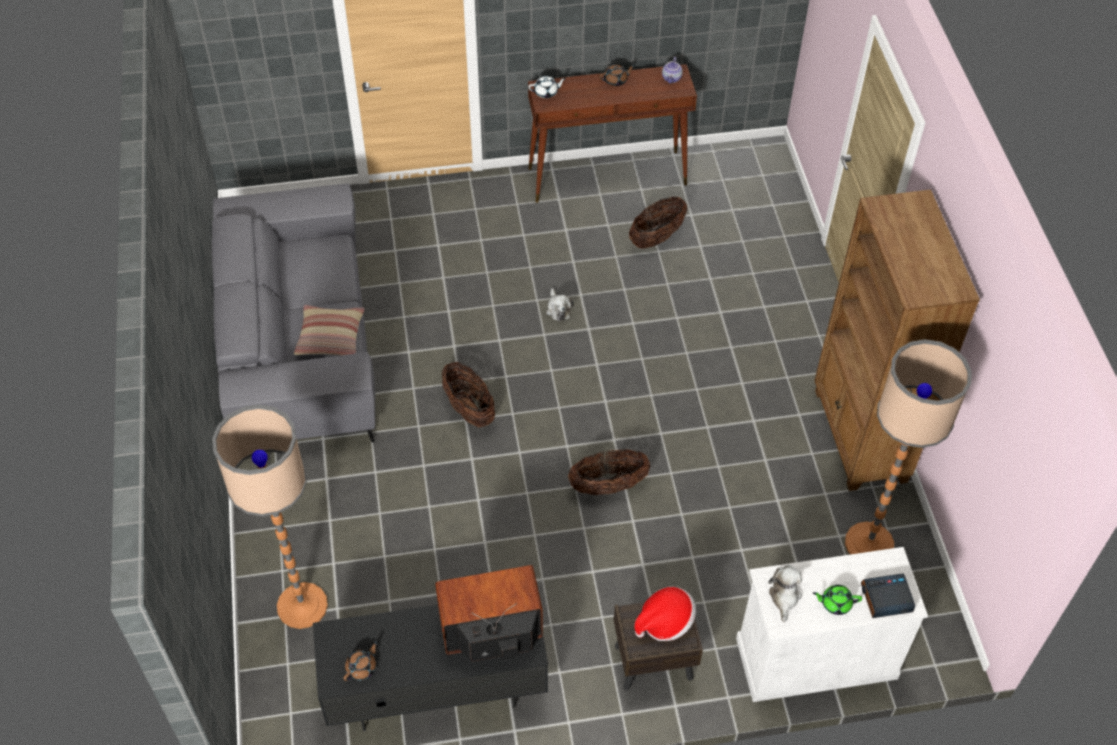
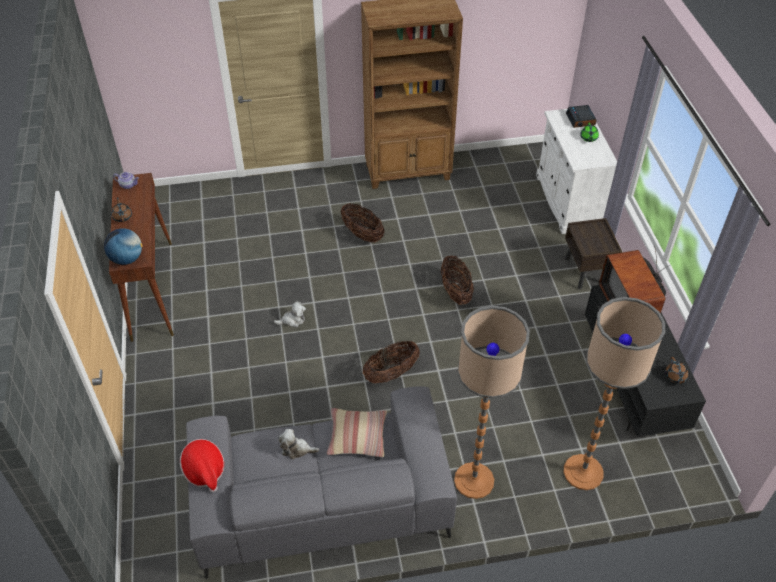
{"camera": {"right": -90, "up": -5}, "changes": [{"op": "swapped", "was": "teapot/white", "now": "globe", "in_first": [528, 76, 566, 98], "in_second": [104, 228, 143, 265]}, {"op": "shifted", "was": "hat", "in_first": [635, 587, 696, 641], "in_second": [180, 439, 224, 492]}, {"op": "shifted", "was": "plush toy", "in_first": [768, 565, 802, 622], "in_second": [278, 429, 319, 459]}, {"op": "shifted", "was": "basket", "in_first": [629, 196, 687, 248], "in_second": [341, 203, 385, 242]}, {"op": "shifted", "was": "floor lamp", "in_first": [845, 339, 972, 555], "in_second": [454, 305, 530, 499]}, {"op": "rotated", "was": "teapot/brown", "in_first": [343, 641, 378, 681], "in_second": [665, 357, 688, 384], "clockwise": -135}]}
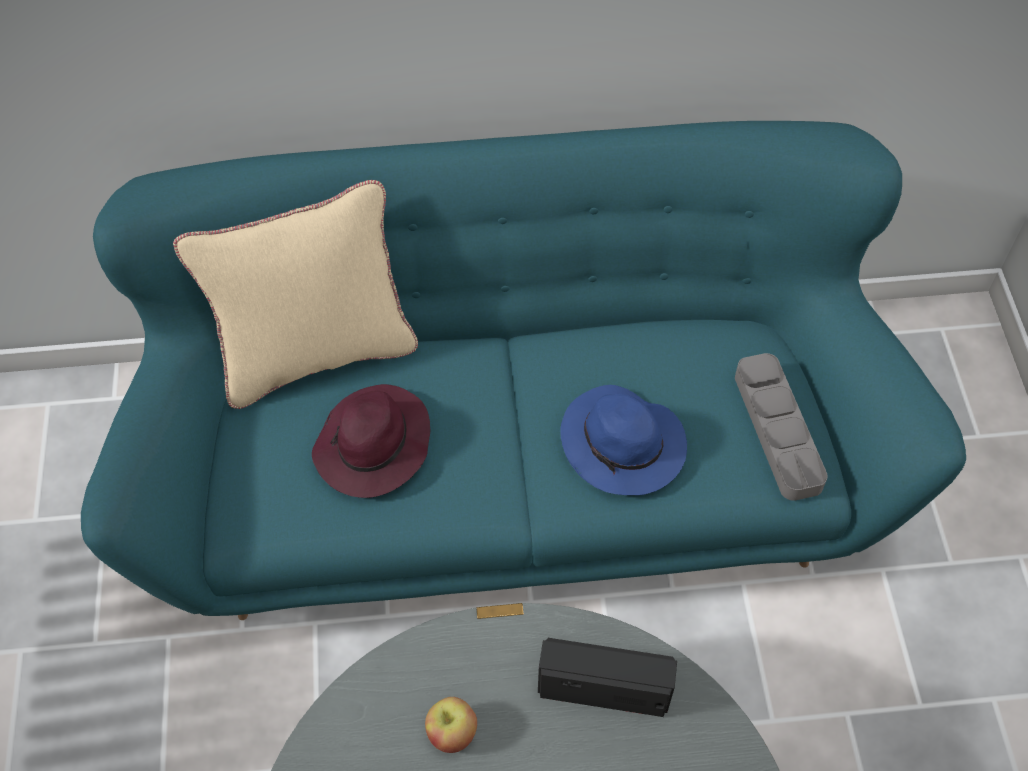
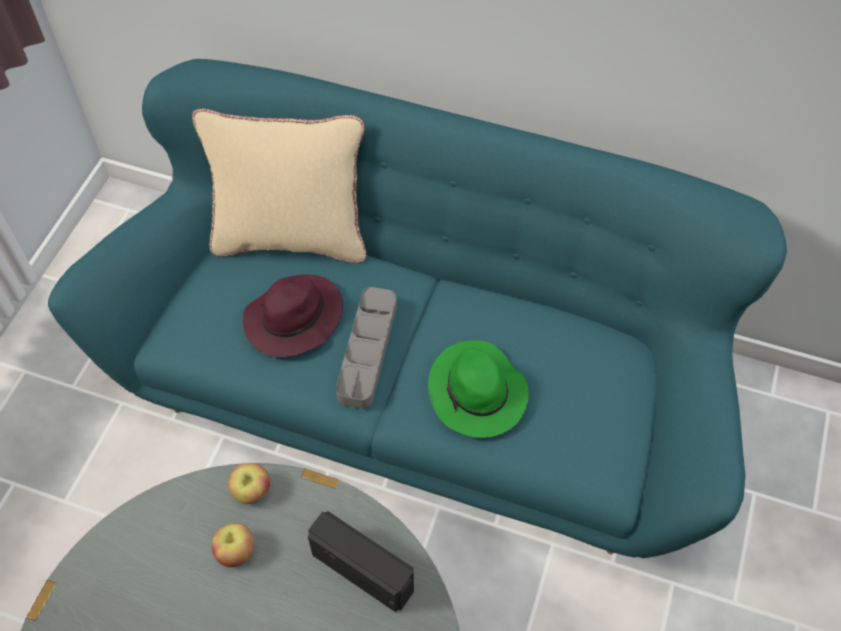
{"camera": {"right": 25, "up": 0}, "changes": [{"op": "new", "now": "apple", "in_second": [228, 463, 270, 504]}, {"op": "shifted", "was": "tray/grey", "in_first": [735, 353, 828, 501], "in_second": [336, 287, 397, 409]}, {"op": "repainted", "was": "hat/blue", "now": "hat/green", "in_first": [561, 385, 687, 495], "in_second": [428, 341, 529, 438]}]}
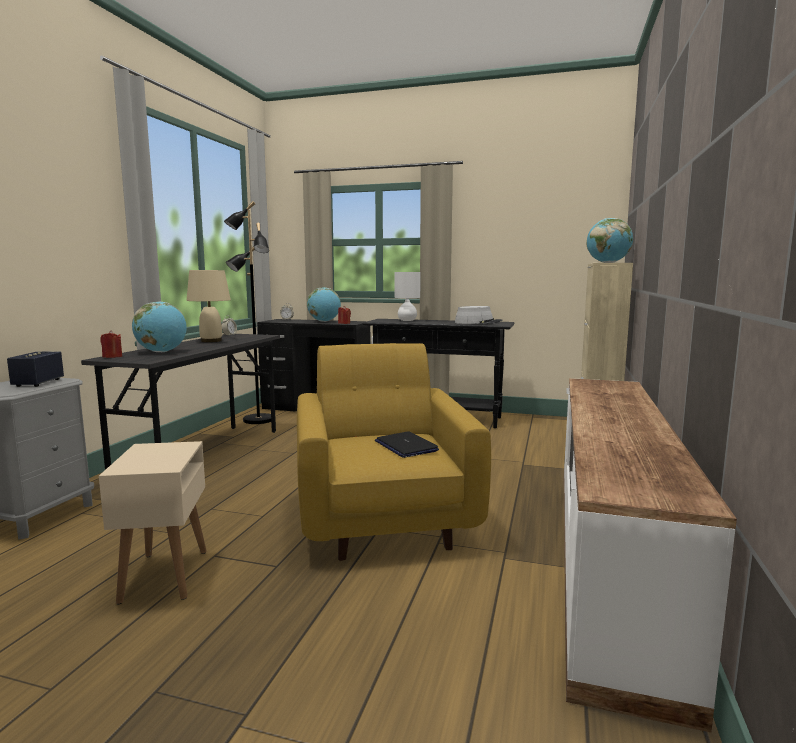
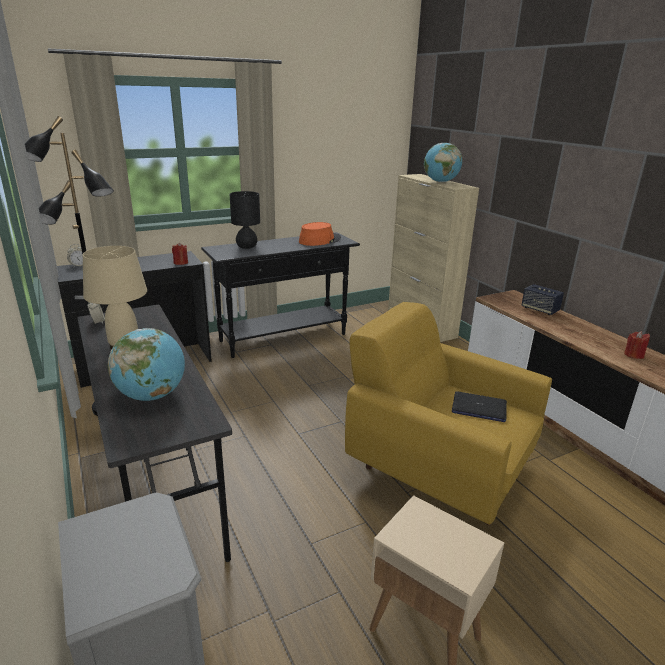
{"camera": {"right": -45, "up": 15}, "changes": [{"op": "repainted", "was": "table lamp/white", "now": "table lamp/black", "in_first": [394, 272, 421, 321], "in_second": [230, 191, 260, 249]}, {"op": "repainted", "was": "hat/grey", "now": "hat/orange", "in_first": [455, 306, 502, 324], "in_second": [299, 222, 341, 246]}, {"op": "shifted", "was": "speaker", "in_first": [7, 352, 64, 387], "in_second": [522, 284, 564, 315]}, {"op": "shifted", "was": "candle/red", "in_first": [100, 331, 122, 358], "in_second": [624, 331, 650, 359]}, {"op": "gone", "was": "globe", "in_first": [307, 287, 341, 322]}]}
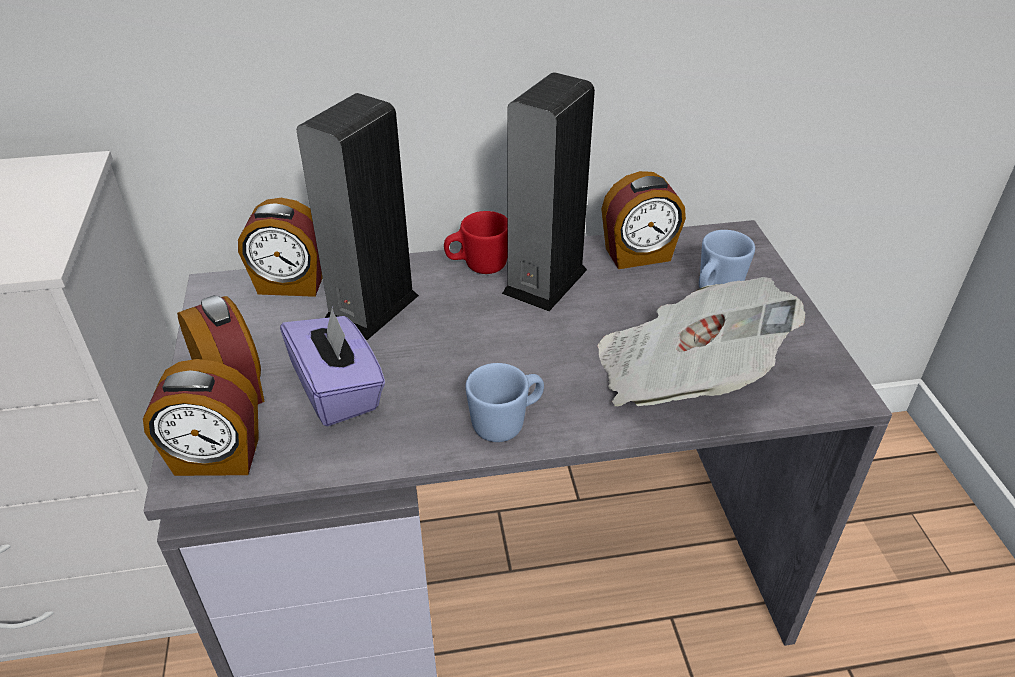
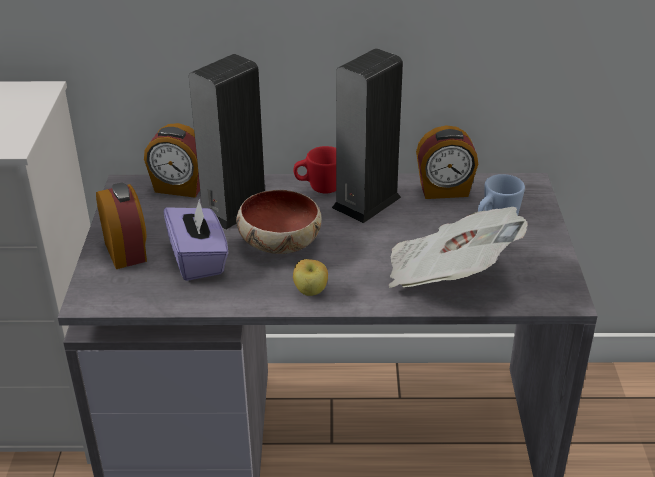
{"camera": {"right": 10, "up": -5}, "changes": [{"op": "new", "now": "bowl", "in_second": [236, 190, 322, 254]}, {"op": "swapped", "was": "mug/blue", "now": "apple", "in_first": [466, 363, 544, 442], "in_second": [293, 259, 328, 296]}, {"op": "gone", "was": "alarm clock", "in_first": [143, 359, 259, 476]}]}
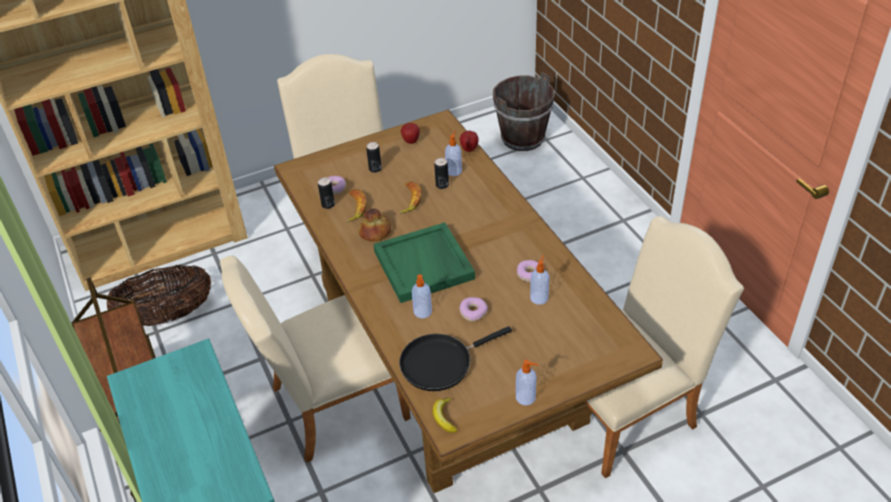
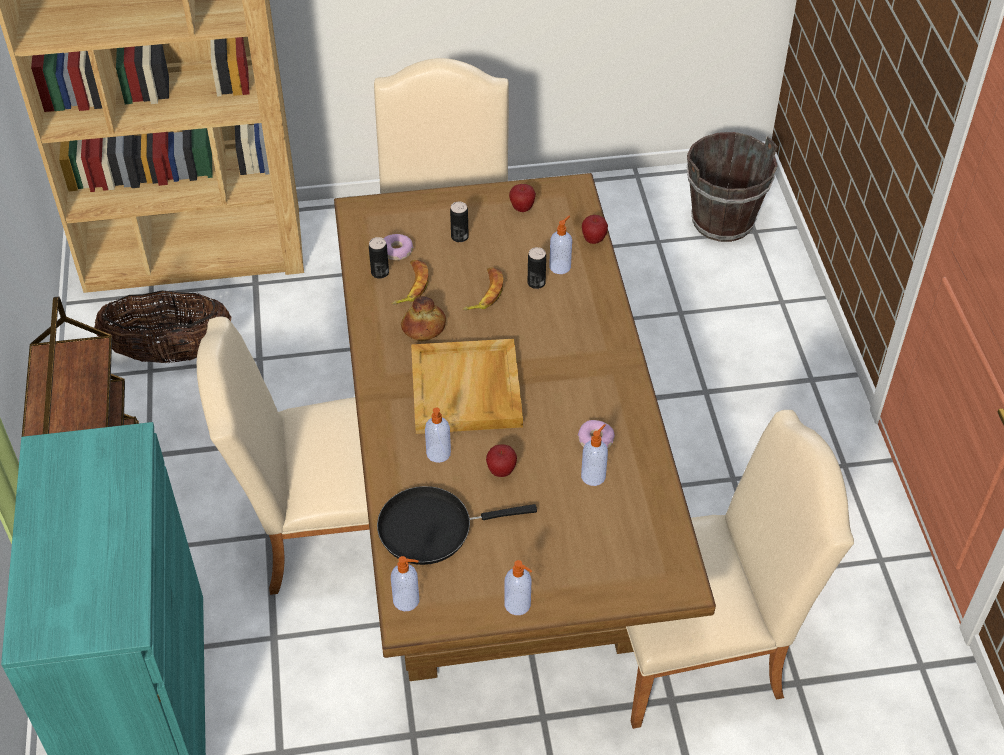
{"camera": {"right": 15, "up": 5}, "changes": [{"op": "swapped", "was": "banana", "now": "soap dispenser", "in_first": [433, 398, 457, 433], "in_second": [391, 556, 419, 611]}, {"op": "repainted", "was": "tray/green", "now": "tray/beige", "in_first": [373, 222, 475, 303], "in_second": [411, 339, 523, 434]}, {"op": "swapped", "was": "donut", "now": "apple", "in_first": [459, 297, 488, 321], "in_second": [486, 444, 517, 477]}]}
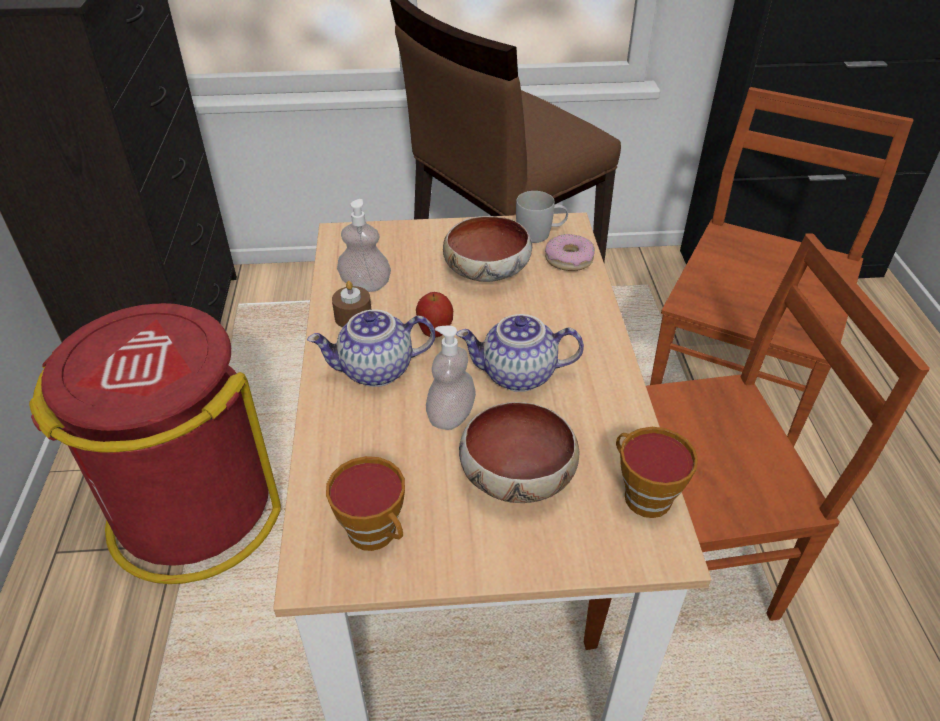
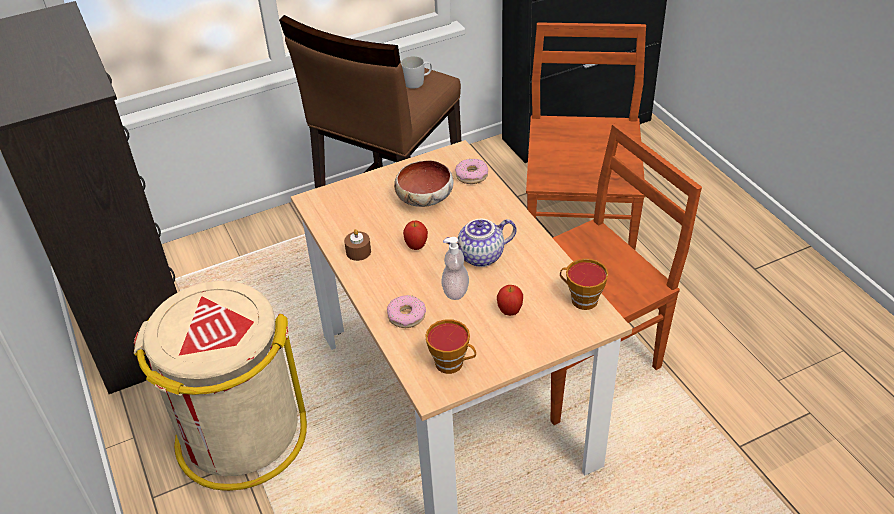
{"camera": {"right": -20, "up": 0}, "changes": [{"op": "repainted", "was": "trash can/red", "now": "trash can/beige", "in_first": [29, 303, 281, 584], "in_second": [134, 281, 307, 491]}, {"op": "new", "now": "donut", "in_second": [387, 295, 426, 328]}, {"op": "shifted", "was": "mug/white", "in_first": [516, 191, 568, 243], "in_second": [401, 56, 432, 89]}, {"op": "swapped", "was": "bowl", "now": "apple", "in_first": [459, 402, 580, 503], "in_second": [497, 285, 523, 316]}, {"op": "gone", "was": "teapot", "in_first": [307, 310, 435, 387]}, {"op": "gone", "was": "soap dispenser", "in_first": [337, 199, 391, 292]}]}
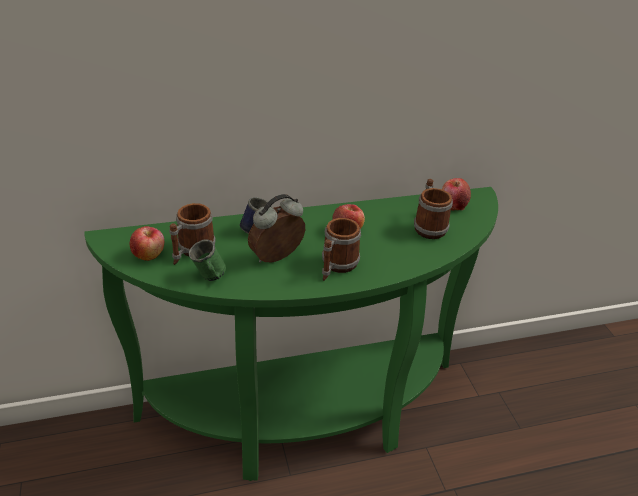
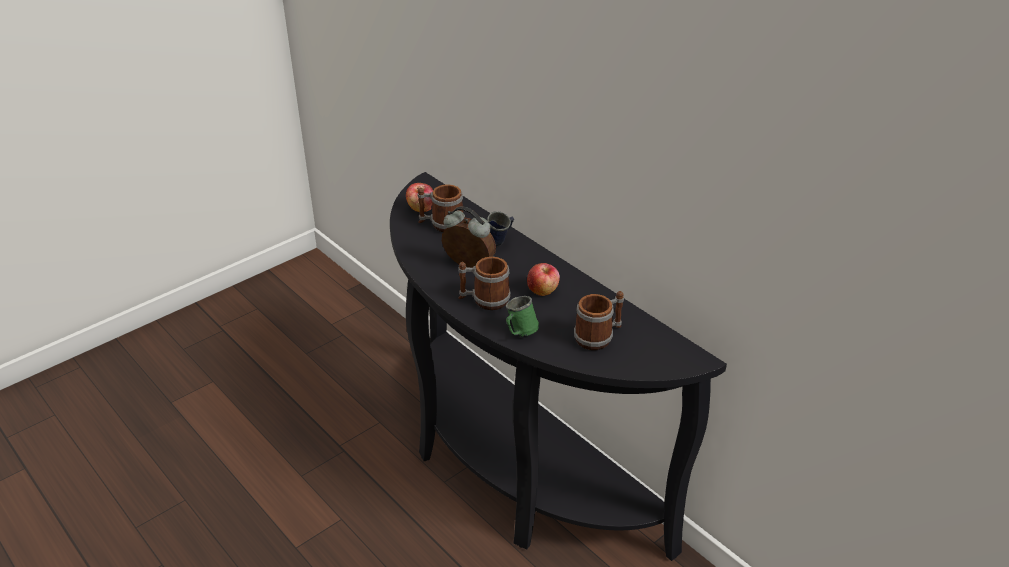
{"camera": {"right": 65, "up": 0}, "changes": [{"op": "repainted", "was": "console table/green", "now": "console table/black", "in_first": [84, 187, 498, 481], "in_second": [390, 172, 727, 561]}, {"op": "shifted", "was": "mug/green", "in_first": [189, 239, 226, 281], "in_second": [506, 296, 539, 337]}, {"op": "gone", "was": "apple", "in_first": [442, 178, 471, 211]}]}
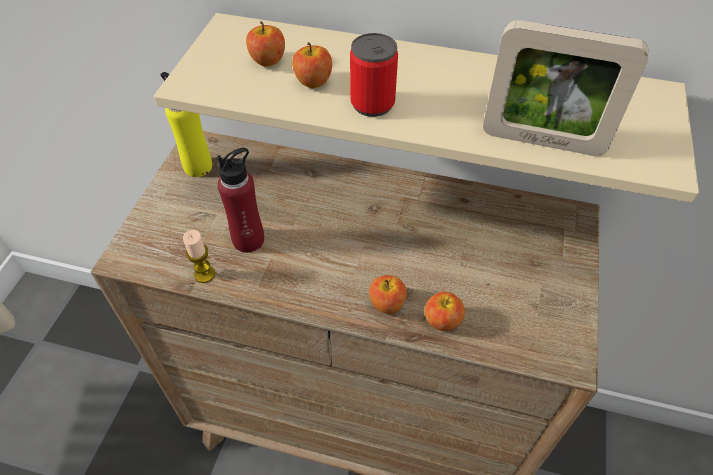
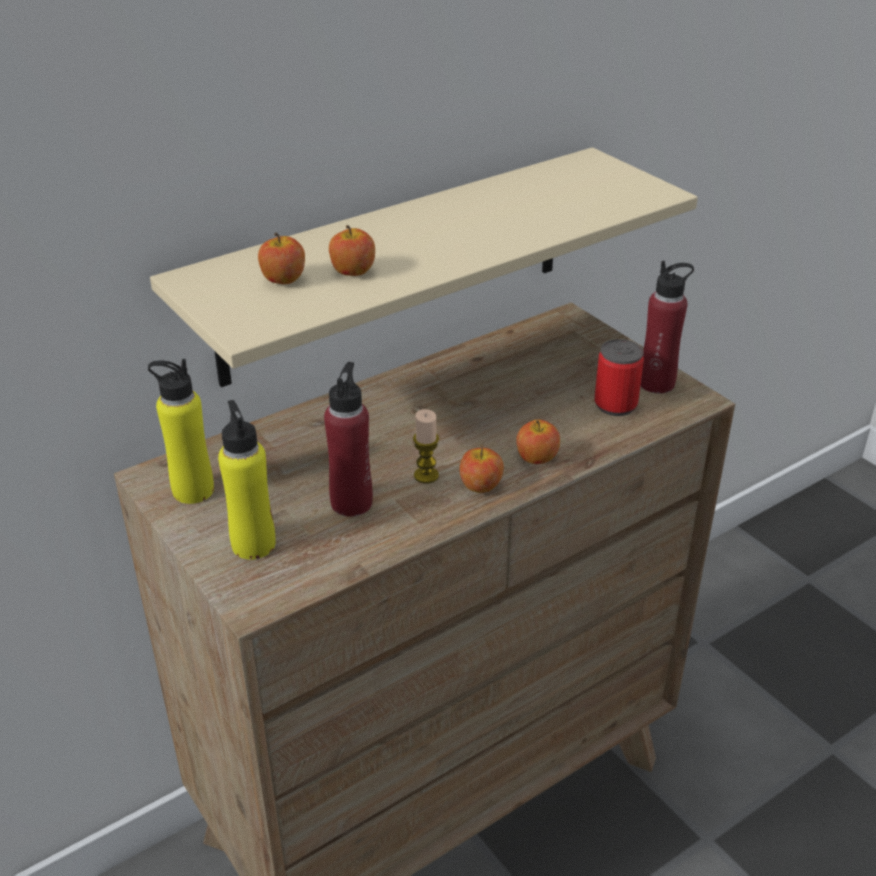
{"camera": {"right": -50, "up": -15}, "changes": [{"op": "new", "now": "bottle/yellow", "in_second": [218, 400, 275, 560]}, {"op": "shifted", "was": "candle", "in_first": [183, 230, 215, 283], "in_second": [413, 409, 439, 484]}, {"op": "shifted", "was": "apple", "in_first": [425, 292, 465, 331], "in_second": [460, 445, 504, 493]}, {"op": "shifted", "was": "can", "in_first": [350, 33, 398, 117], "in_second": [595, 339, 644, 416]}, {"op": "new", "now": "bottle/red", "in_second": [640, 261, 694, 393]}, {"op": "gone", "was": "picture frame", "in_first": [483, 20, 648, 156]}]}
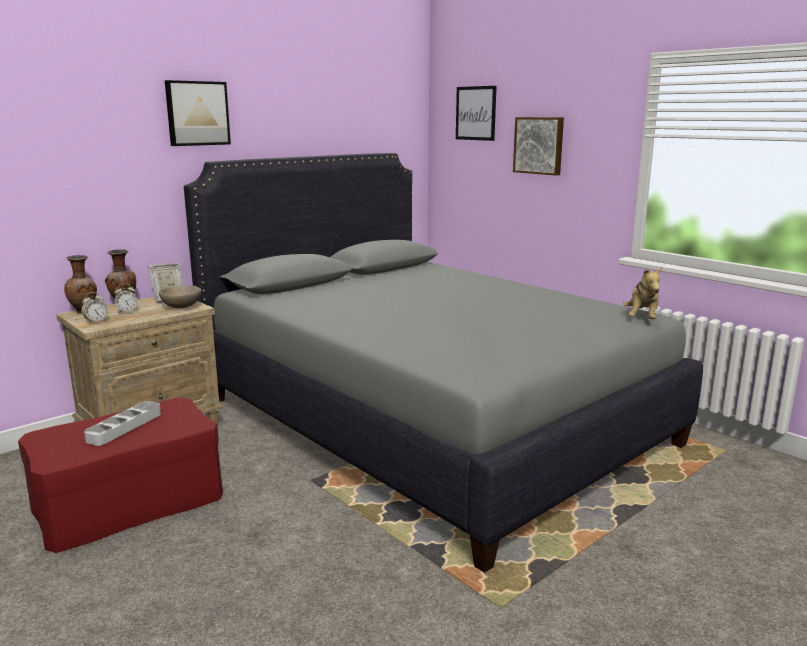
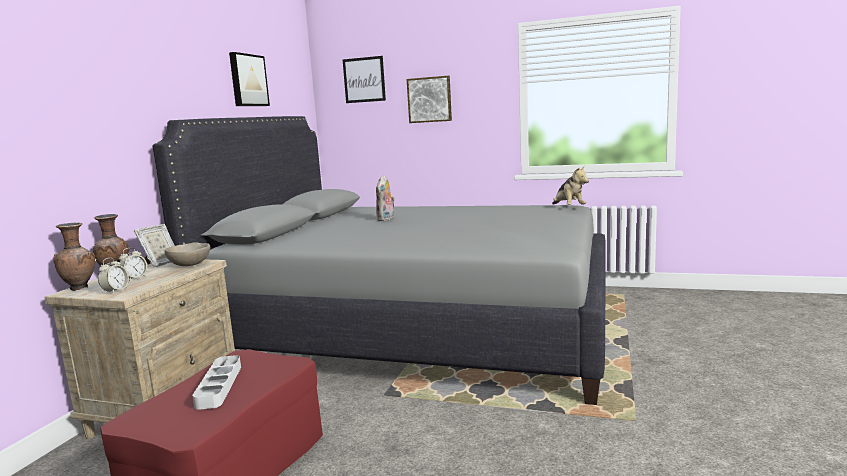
{"camera": {"right": -30, "up": -5}, "changes": [{"op": "shifted", "was": "picture", "in_first": [165, 80, 231, 146], "in_second": [229, 52, 270, 106]}, {"op": "new", "now": "plush toy", "in_second": [376, 175, 395, 221]}]}
